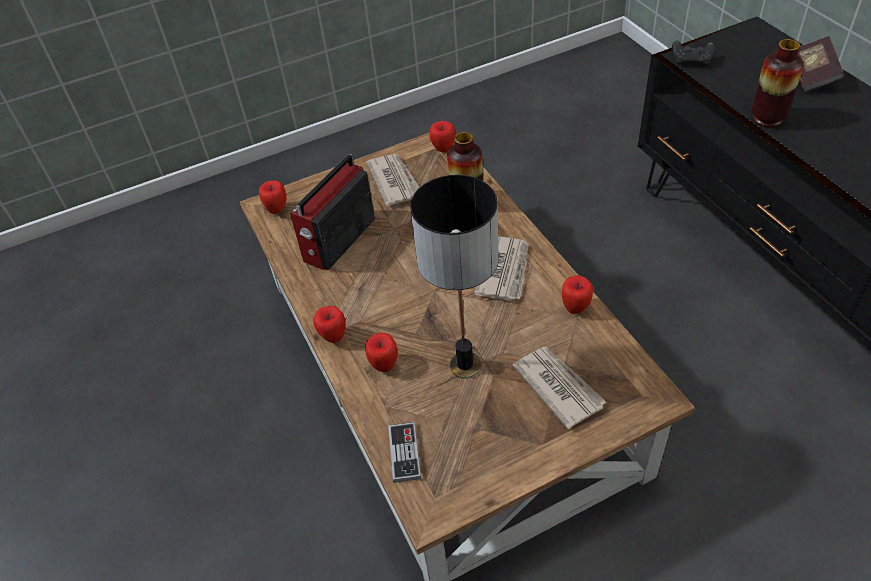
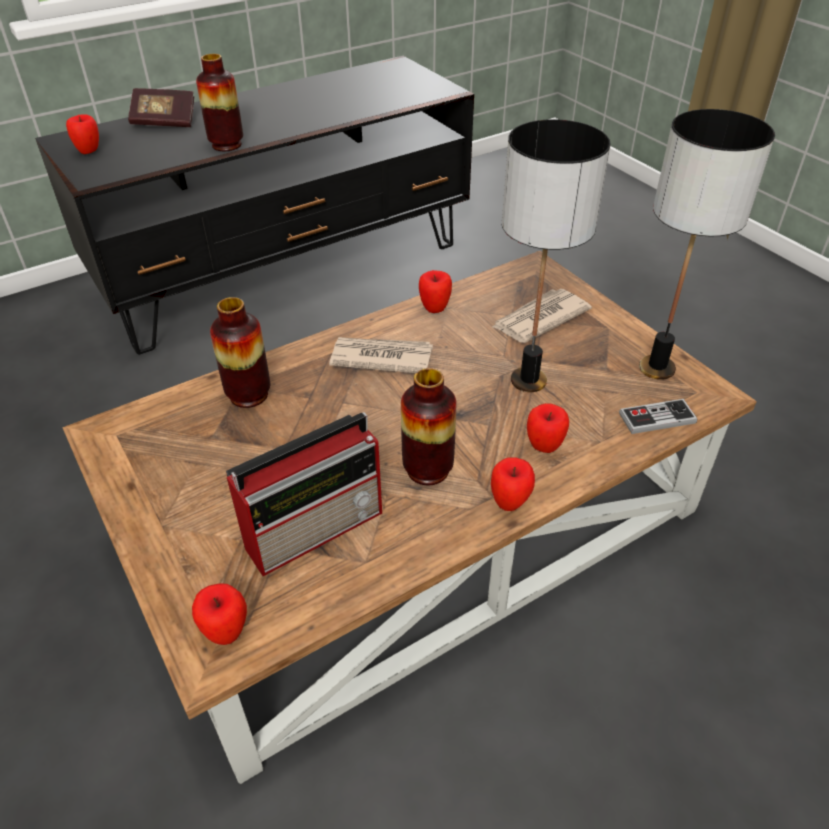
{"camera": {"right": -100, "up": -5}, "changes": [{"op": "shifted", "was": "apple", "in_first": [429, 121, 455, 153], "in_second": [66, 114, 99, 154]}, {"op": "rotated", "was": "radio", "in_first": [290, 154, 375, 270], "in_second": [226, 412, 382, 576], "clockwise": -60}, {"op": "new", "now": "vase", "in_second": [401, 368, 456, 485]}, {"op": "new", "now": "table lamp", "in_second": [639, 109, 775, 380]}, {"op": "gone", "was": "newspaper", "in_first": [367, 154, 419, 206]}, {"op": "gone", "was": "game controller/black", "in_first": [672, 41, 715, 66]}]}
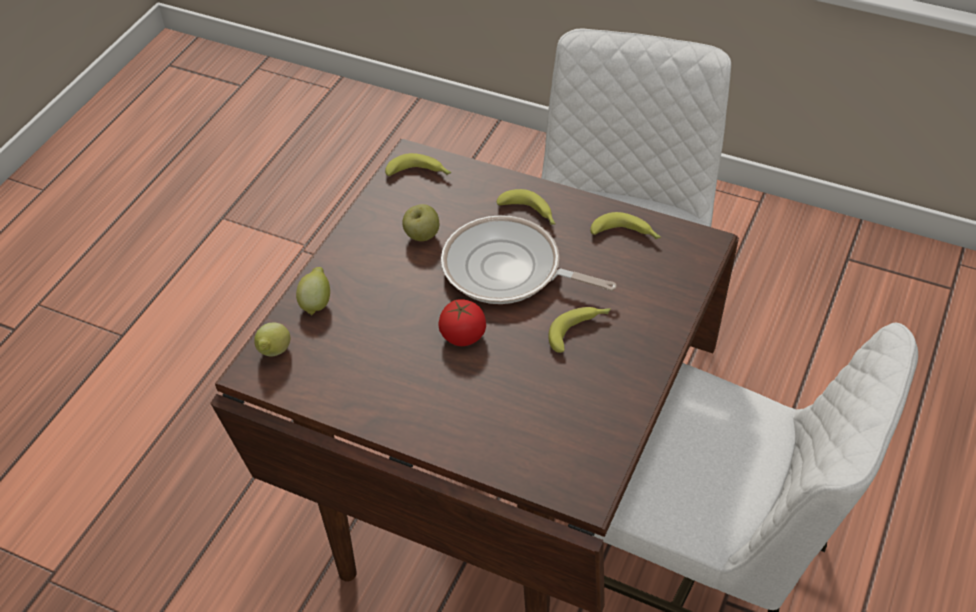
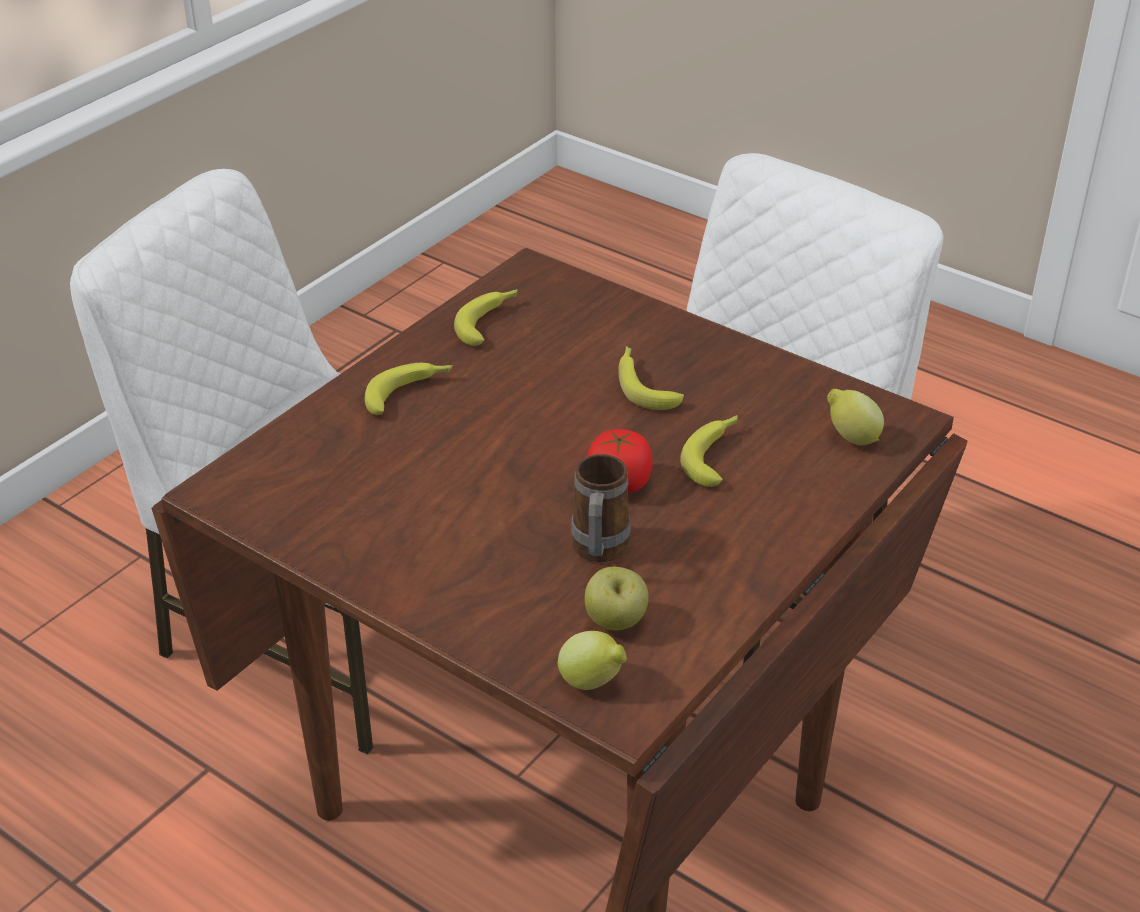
{"camera": {"right": -80, "up": -10}, "changes": [{"op": "new", "now": "mug", "in_second": [571, 454, 631, 562]}, {"op": "shifted", "was": "apple", "in_first": [402, 204, 439, 241], "in_second": [585, 567, 649, 630]}, {"op": "shifted", "was": "banana", "in_first": [385, 153, 452, 176], "in_second": [680, 415, 738, 487]}, {"op": "shifted", "was": "lemon", "in_first": [296, 267, 330, 315], "in_second": [827, 389, 884, 445]}, {"op": "gone", "was": "frying pan", "in_first": [441, 215, 617, 304]}]}
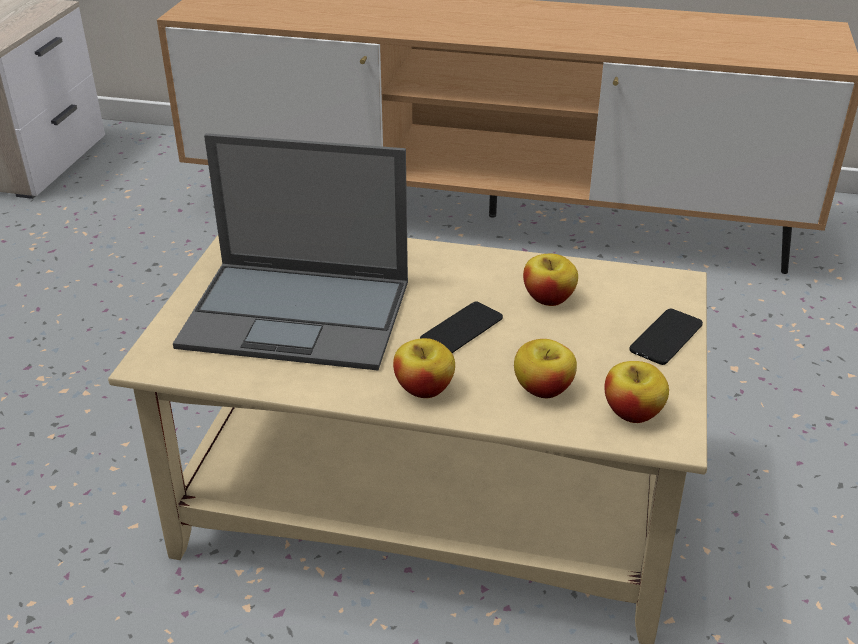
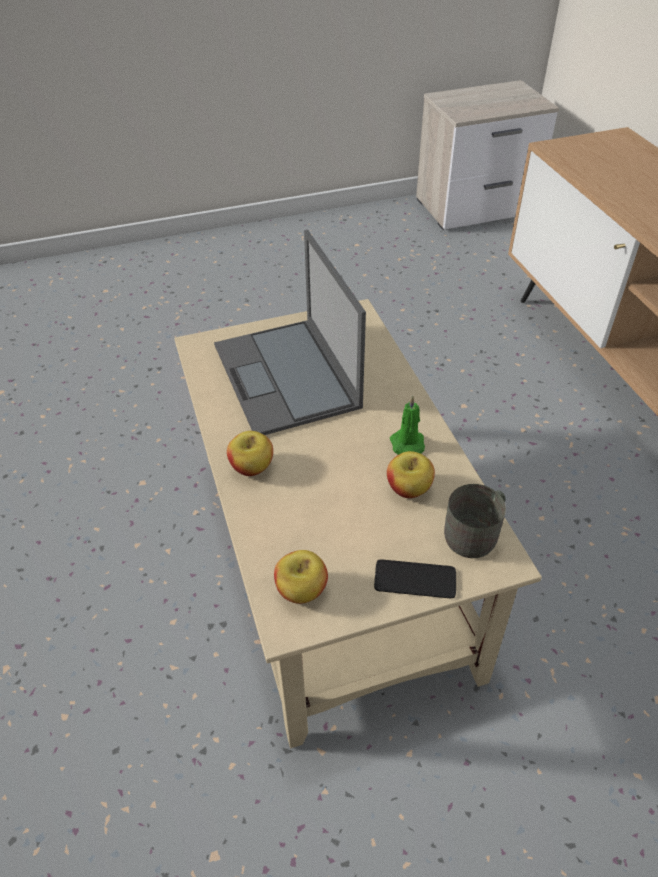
{"camera": {"right": 60, "up": 10}, "changes": [{"op": "new", "now": "candle/green", "in_second": [390, 395, 425, 455]}, {"op": "new", "now": "mug/grey", "in_second": [444, 484, 506, 558]}, {"op": "gone", "was": "phone", "in_first": [420, 301, 503, 353]}, {"op": "gone", "was": "apple", "in_first": [514, 339, 577, 398]}]}
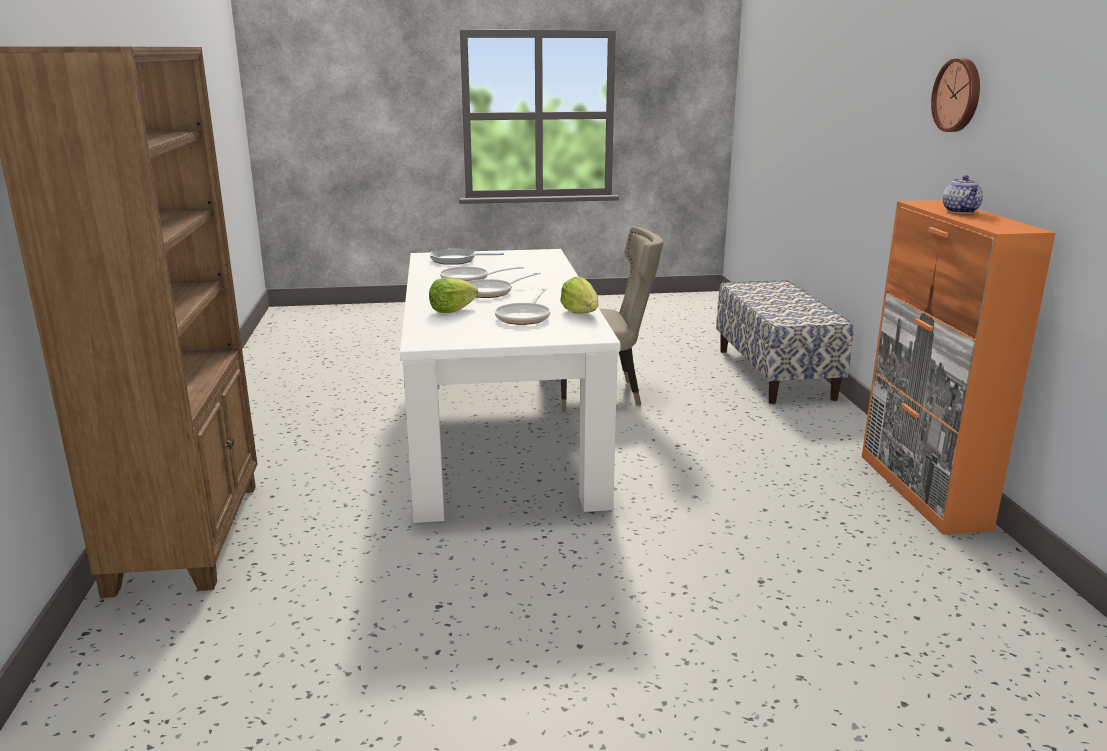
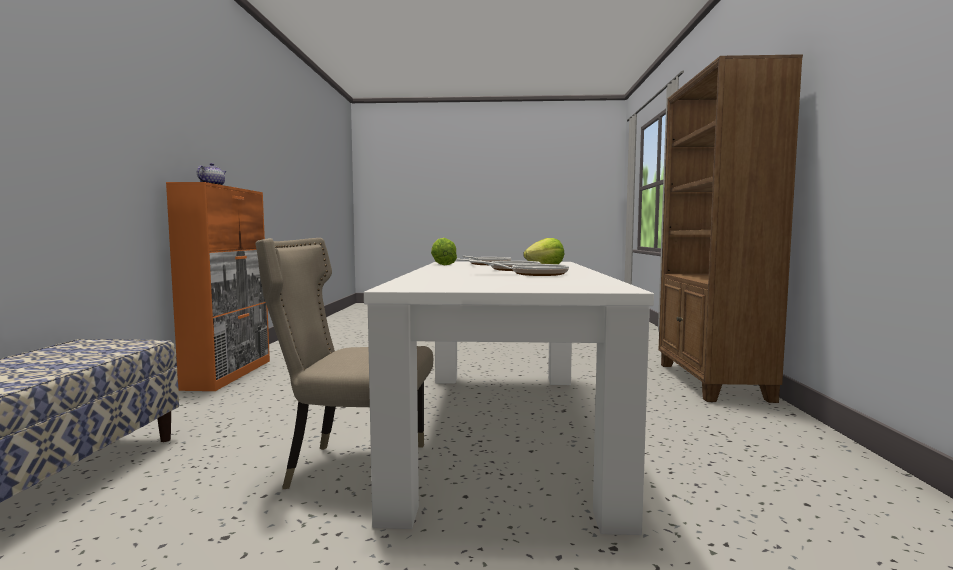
{"camera": {"right": -170, "up": -15}, "changes": [{"op": "gone", "was": "frying pan", "in_first": [430, 248, 504, 265]}, {"op": "gone", "was": "wall clock", "in_first": [931, 58, 980, 132]}]}
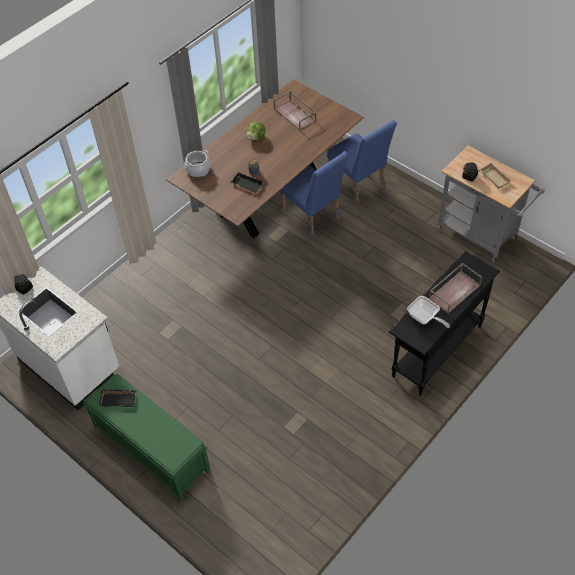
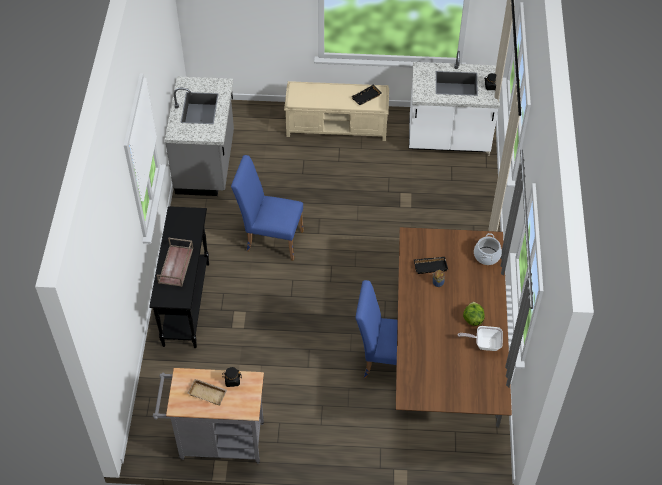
{"camera": {"right": 140, "up": 0}, "changes": [{"op": "new", "now": "counter/grey", "in_second": [165, 76, 234, 196]}, {"op": "shifted", "was": "chair/blue", "in_first": [327, 120, 397, 204], "in_second": [231, 155, 304, 261]}, {"op": "repainted", "was": "bench/green", "now": "bench/beige", "in_first": [83, 374, 210, 501], "in_second": [284, 81, 389, 141]}, {"op": "shifted", "was": "frying pan", "in_first": [407, 296, 450, 328], "in_second": [458, 326, 503, 351]}, {"op": "gone", "was": "tray/brown", "in_first": [274, 91, 317, 130]}]}
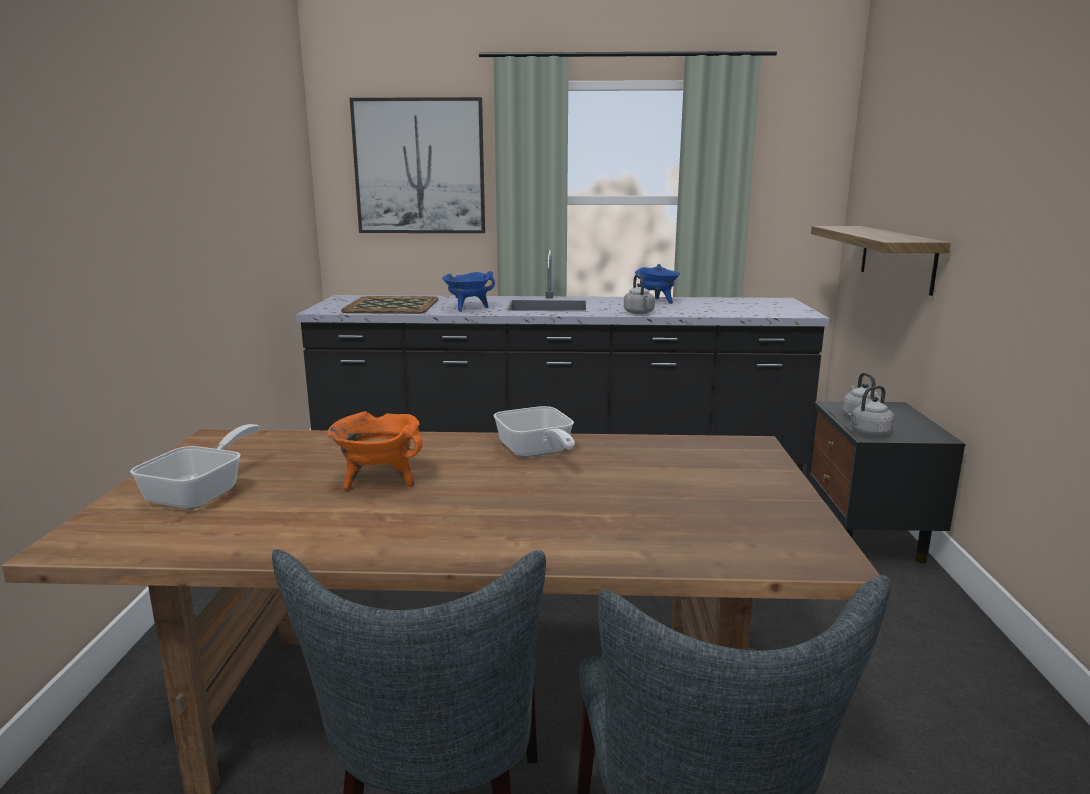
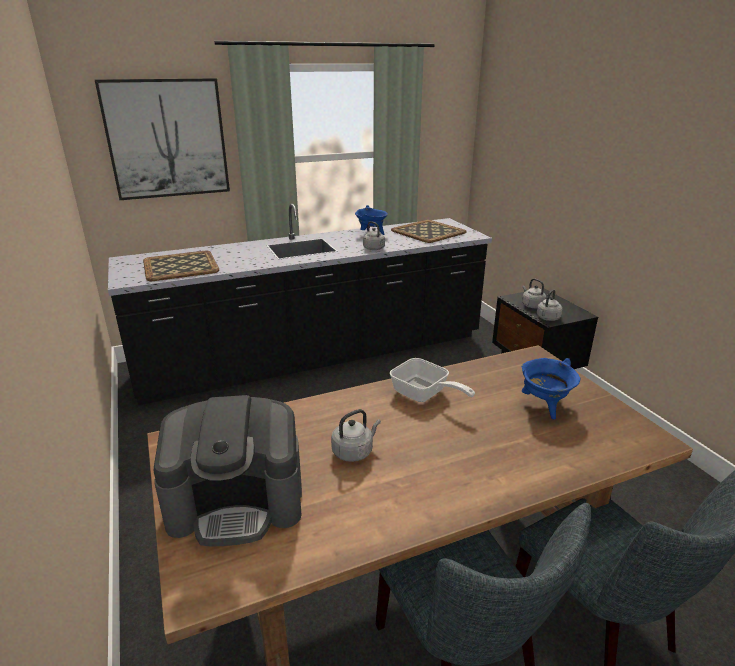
{"camera": {"right": -25, "up": 10}, "changes": [{"op": "swapped", "was": "frying pan", "now": "coffee machine", "in_first": [130, 424, 260, 509], "in_second": [154, 395, 302, 546]}, {"op": "swapped", "was": "cooking pot/orange", "now": "kettle/grey", "in_first": [327, 411, 423, 490], "in_second": [331, 409, 381, 462]}, {"op": "new", "now": "tray", "in_second": [391, 220, 467, 243]}, {"op": "shifted", "was": "cooking pot/blue", "in_first": [442, 271, 495, 312], "in_second": [521, 358, 580, 419]}, {"op": "gone", "was": "shelf", "in_first": [811, 226, 951, 296]}]}
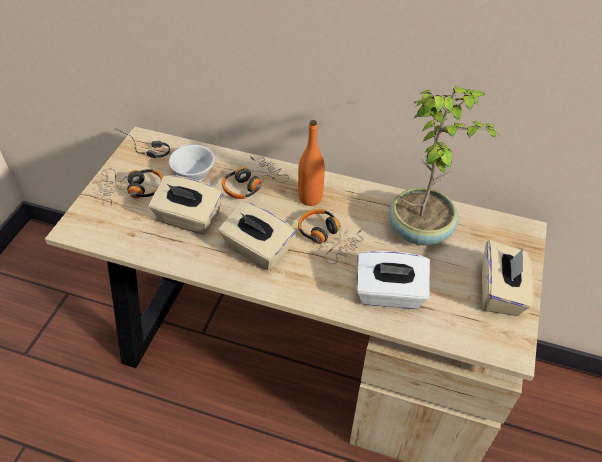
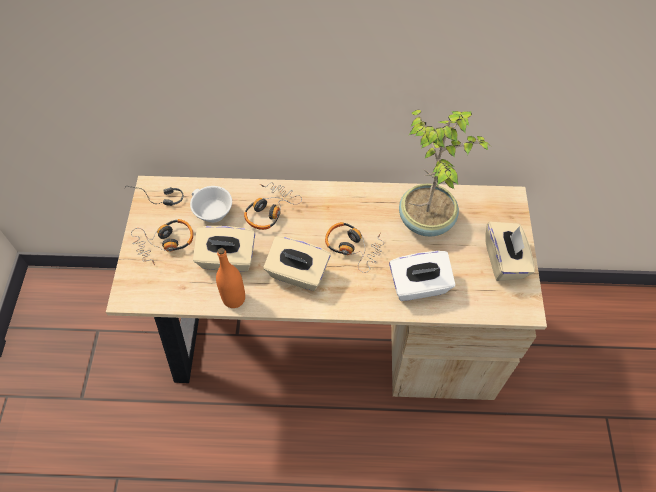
{"camera": {"right": -15, "up": 10}, "changes": [{"op": "shifted", "was": "bottle/orange", "in_first": [298, 120, 325, 206], "in_second": [216, 248, 245, 308]}]}
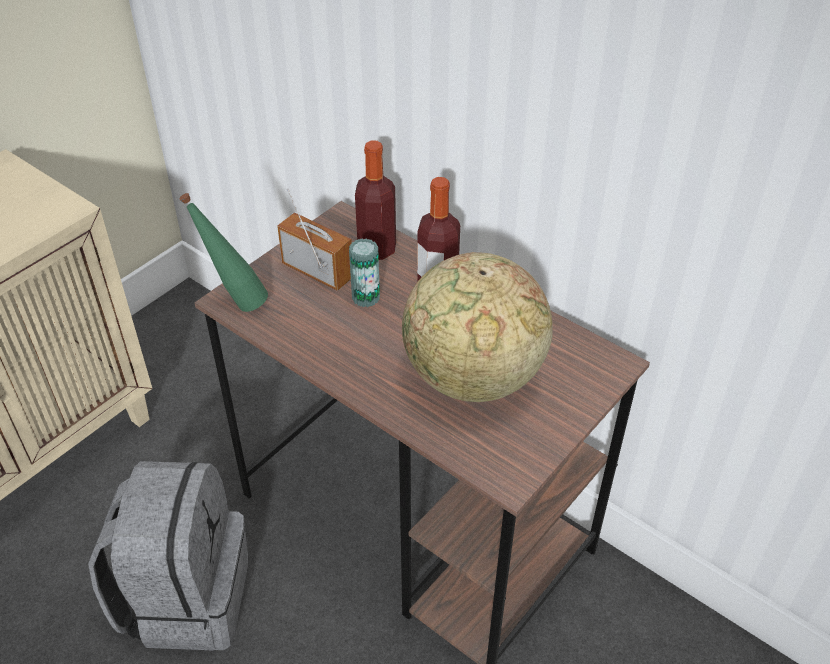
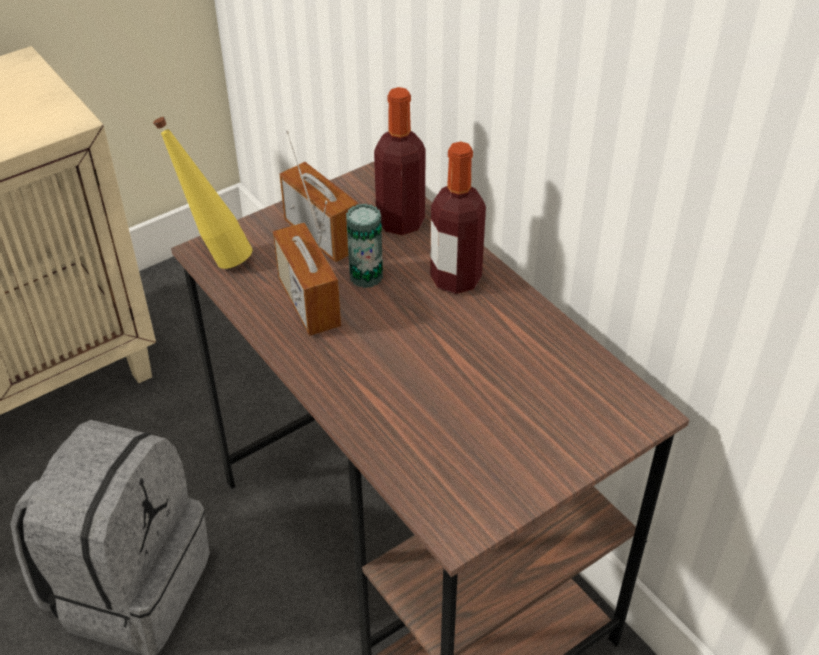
{"camera": {"right": 15, "up": 0}, "changes": [{"op": "repainted", "was": "bottle/green", "now": "bottle/yellow", "in_first": [180, 193, 268, 312], "in_second": [153, 117, 252, 269]}, {"op": "new", "now": "radio", "in_second": [273, 200, 341, 336]}, {"op": "gone", "was": "globe", "in_first": [402, 252, 553, 402]}]}
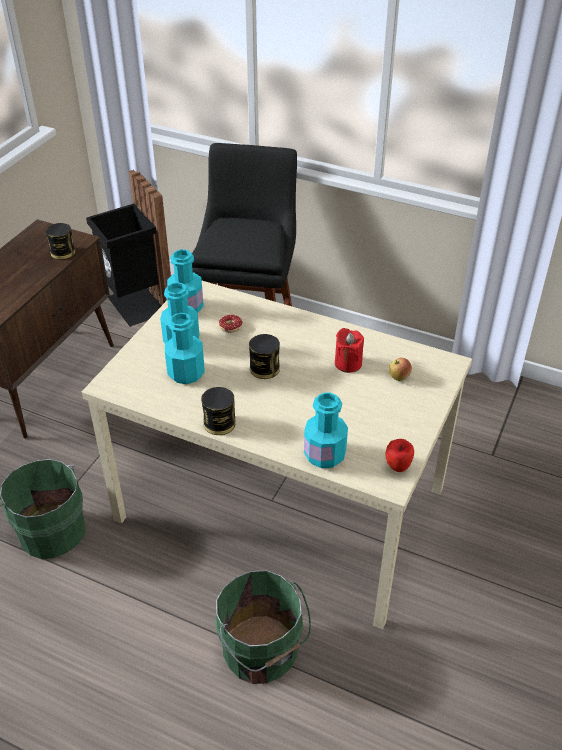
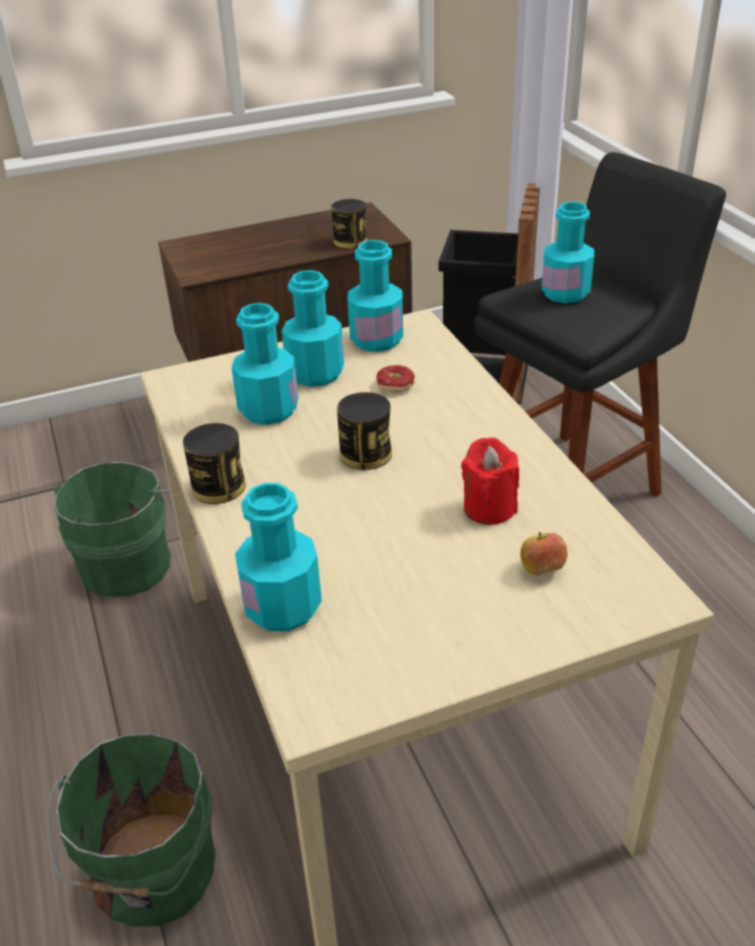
{"camera": {"right": 45, "up": -5}, "changes": [{"op": "new", "now": "bottle/turquoise", "in_second": [542, 202, 594, 303]}, {"op": "gone", "was": "apple", "in_first": [385, 439, 414, 472]}]}
